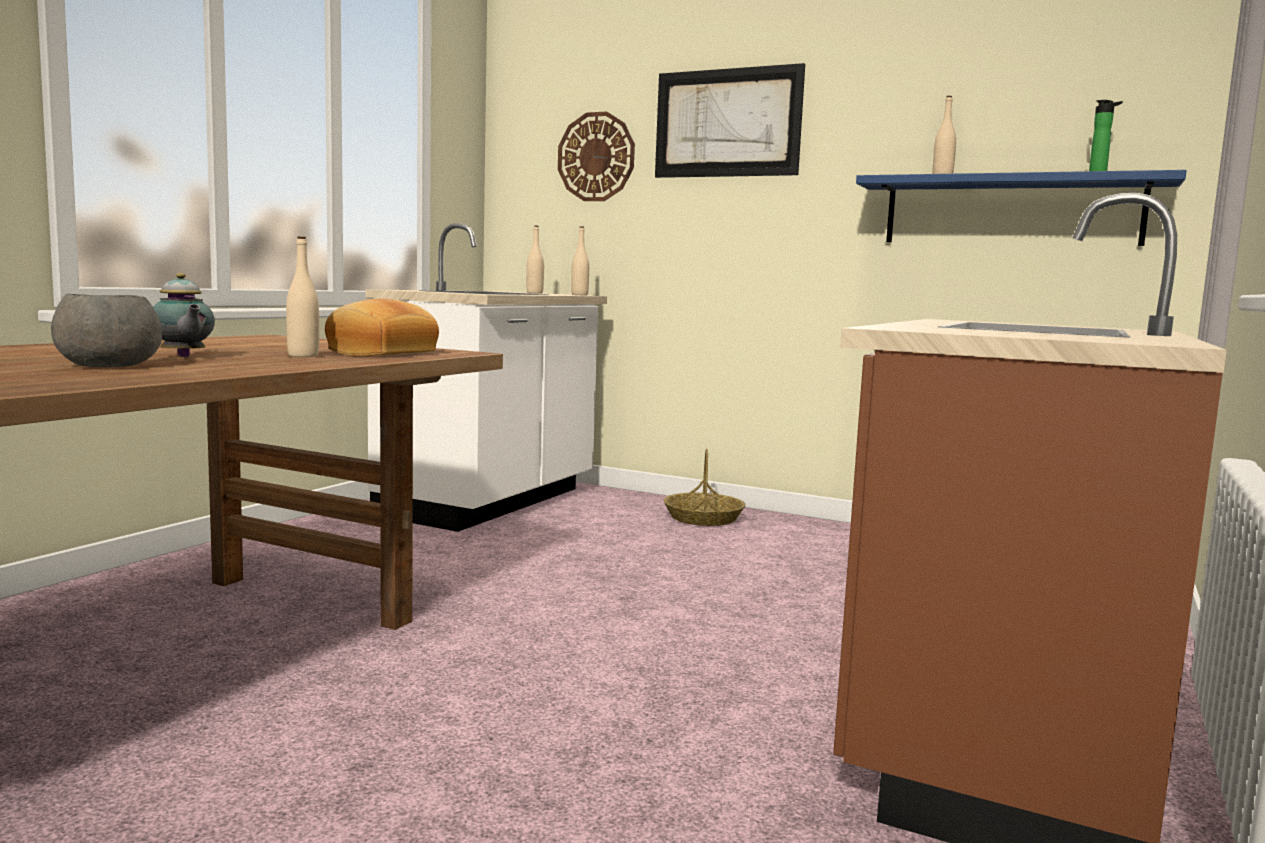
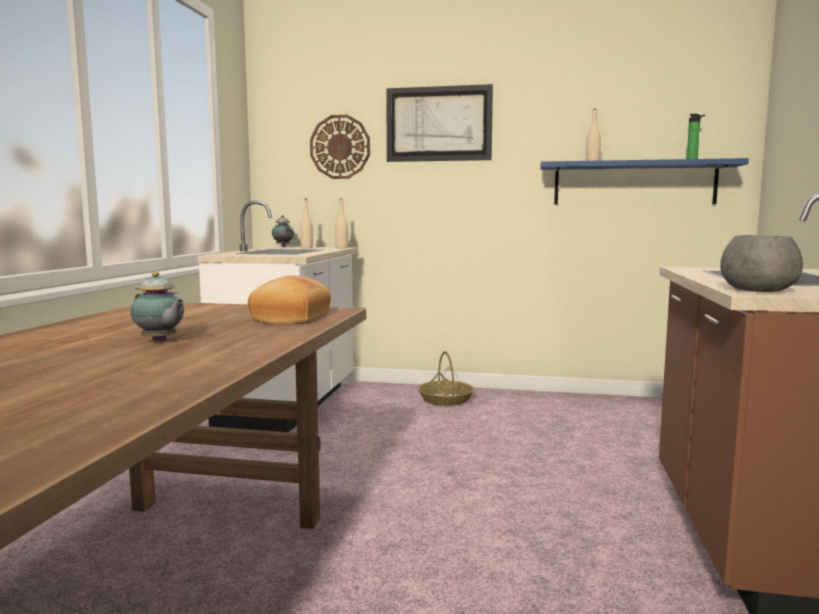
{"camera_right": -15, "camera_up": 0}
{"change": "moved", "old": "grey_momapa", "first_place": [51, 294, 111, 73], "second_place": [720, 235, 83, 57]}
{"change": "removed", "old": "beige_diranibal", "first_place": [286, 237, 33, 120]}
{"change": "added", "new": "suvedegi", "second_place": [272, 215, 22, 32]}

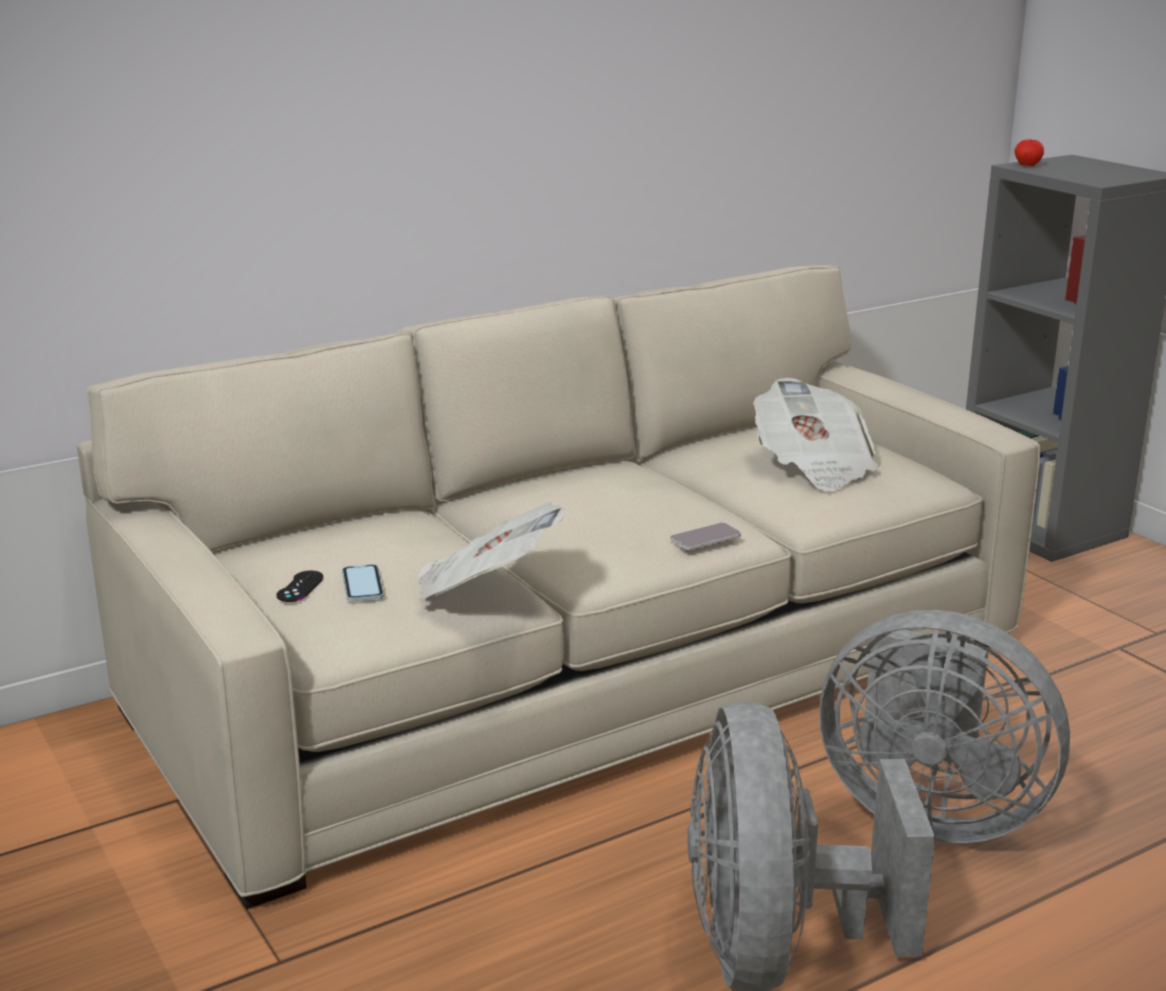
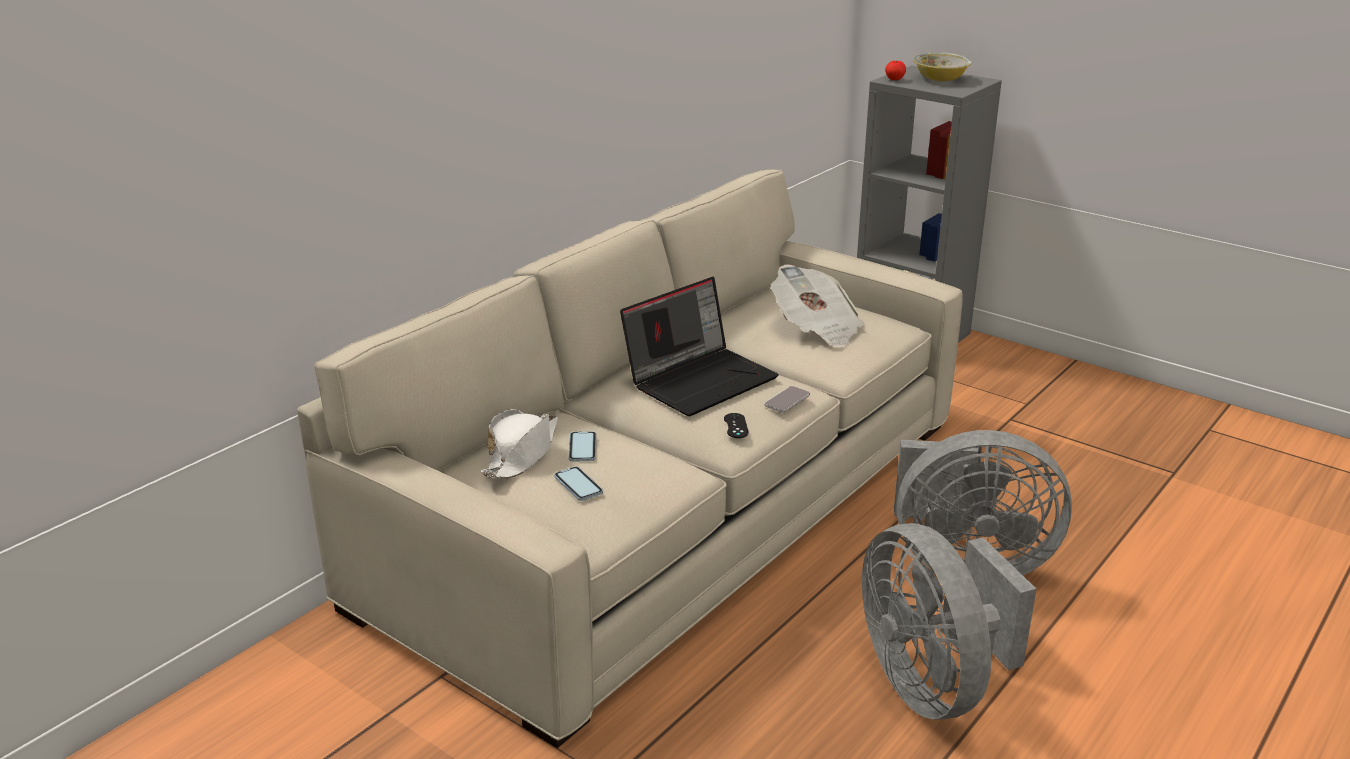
{"camera_right": -20, "camera_up": 5}
{"change": "moved", "old": "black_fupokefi", "first_place": [277, 571, 47, 31], "second_place": [724, 413, 25, 25]}
{"change": "removed", "old": "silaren", "first_place": [418, 502, 147, 99]}
{"change": "added", "new": "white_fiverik", "second_place": [481, 409, 77, 70]}
{"change": "added", "new": "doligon", "second_place": [569, 431, 27, 31]}
{"change": "added", "new": "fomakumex", "second_place": [620, 277, 159, 139]}
{"change": "added", "new": "momapa", "second_place": [913, 52, 59, 29]}

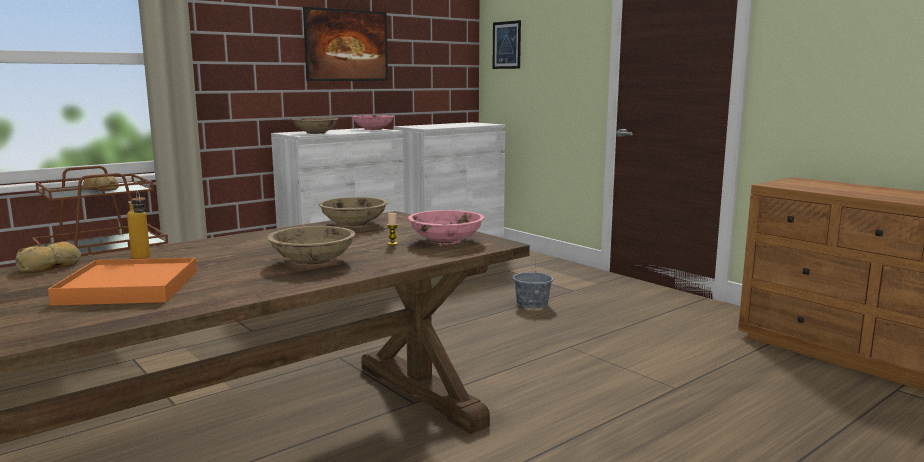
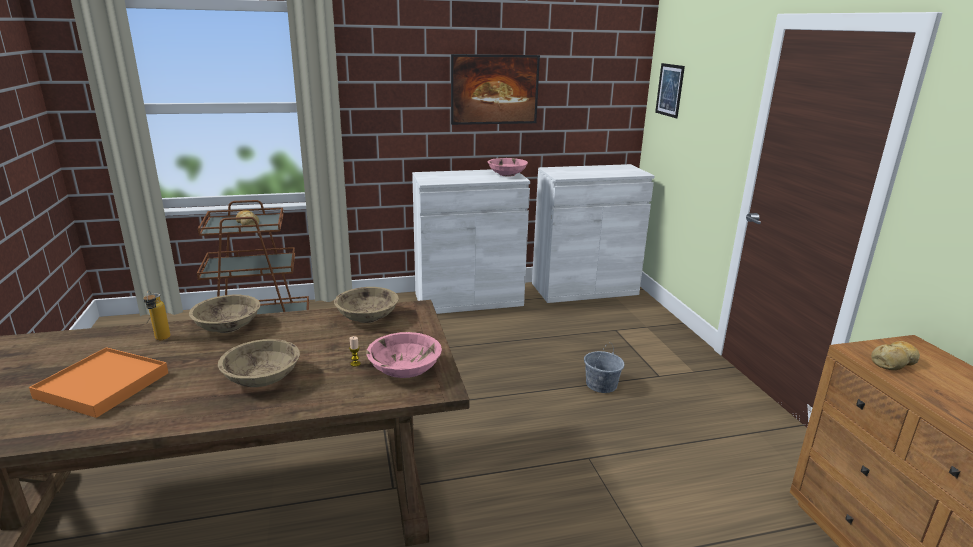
{"camera_right": 25, "camera_up": 10}
{"change": "moved", "old": "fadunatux", "first_place": [15, 242, 66, 31], "second_place": [871, 341, 49, 29]}
{"change": "moved", "old": "beige_momapa", "first_place": [292, 118, 46, 16], "second_place": [189, 295, 71, 38]}

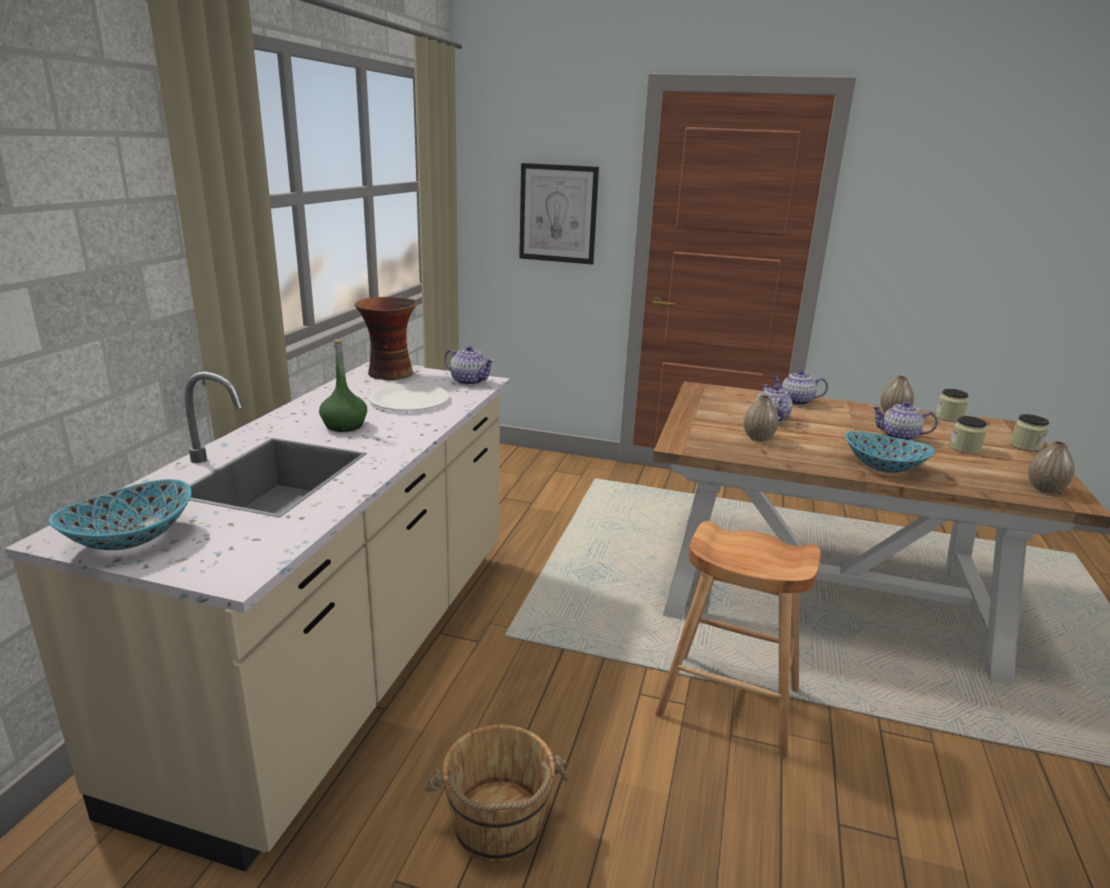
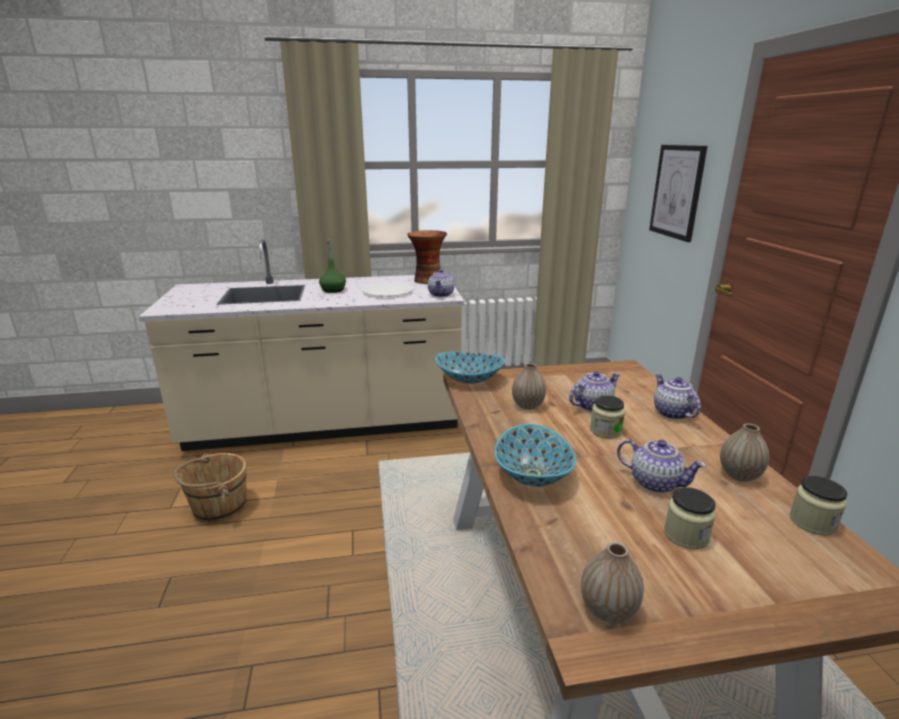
{"camera_right": 65, "camera_up": 0}
{"change": "moved", "old": "momapa", "first_place": [49, 479, 143, 71], "second_place": [435, 352, 70, 32]}
{"change": "removed", "old": "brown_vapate", "first_place": [655, 521, 166, 237]}
{"change": "turned", "old": "suvedegi", "first_place": [871, 401, 67, 39], "second_place": [617, 439, 89, 54], "degrees": 135}
{"change": "moved", "old": "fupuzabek", "first_place": [1010, 414, 39, 37], "second_place": [590, 395, 35, 43]}

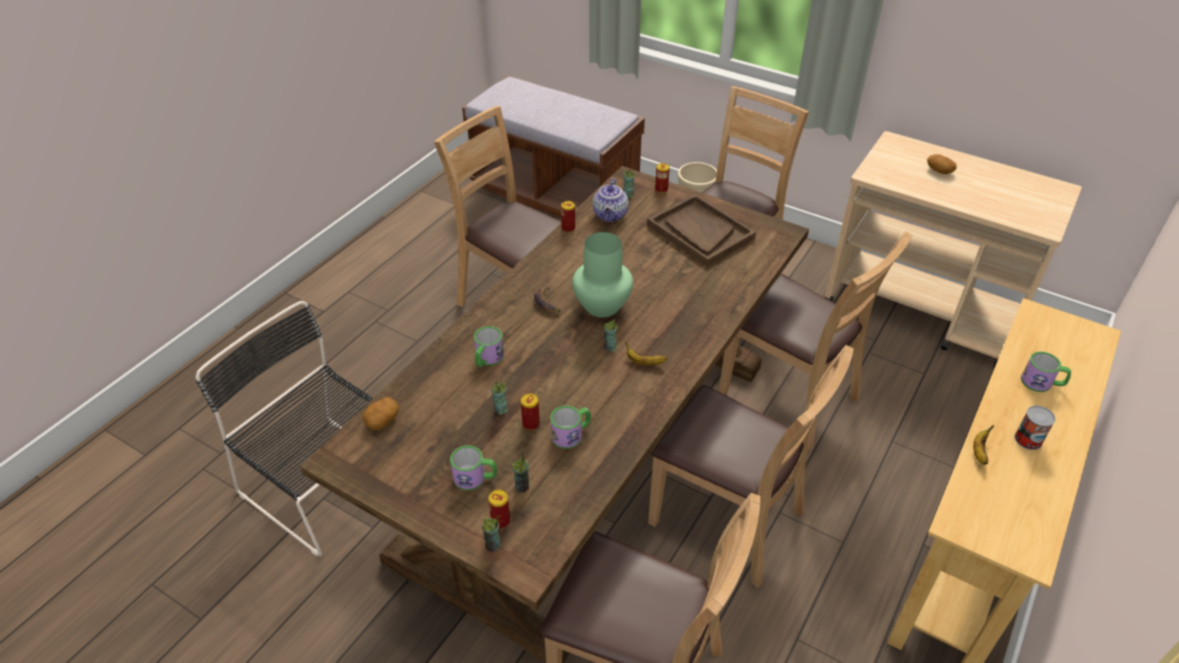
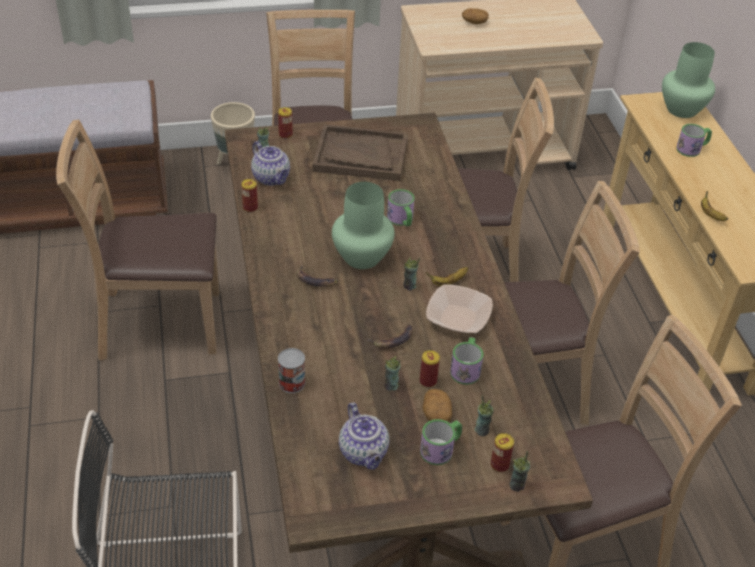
{"camera_right": -45, "camera_up": 0}
{"change": "moved", "old": "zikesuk", "first_place": [363, 397, 36, 33], "second_place": [422, 389, 30, 33]}
{"change": "moved", "old": "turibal", "first_place": [474, 326, 30, 41], "second_place": [387, 189, 28, 38]}
{"change": "moved", "old": "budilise", "first_place": [1014, 406, 42, 44], "second_place": [278, 348, 27, 45]}
{"change": "added", "new": "suvedegi", "second_place": [339, 403, 50, 67]}
{"change": "added", "new": "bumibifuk", "second_place": [367, 324, 46, 24]}
{"change": "added", "new": "momapa", "second_place": [426, 285, 67, 48]}
{"change": "added", "new": "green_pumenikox", "second_place": [662, 42, 53, 76]}

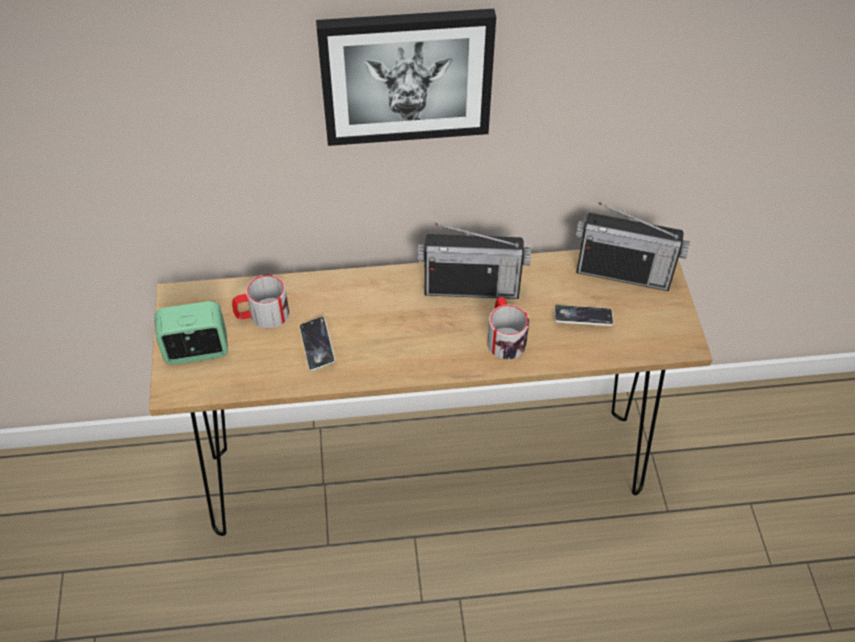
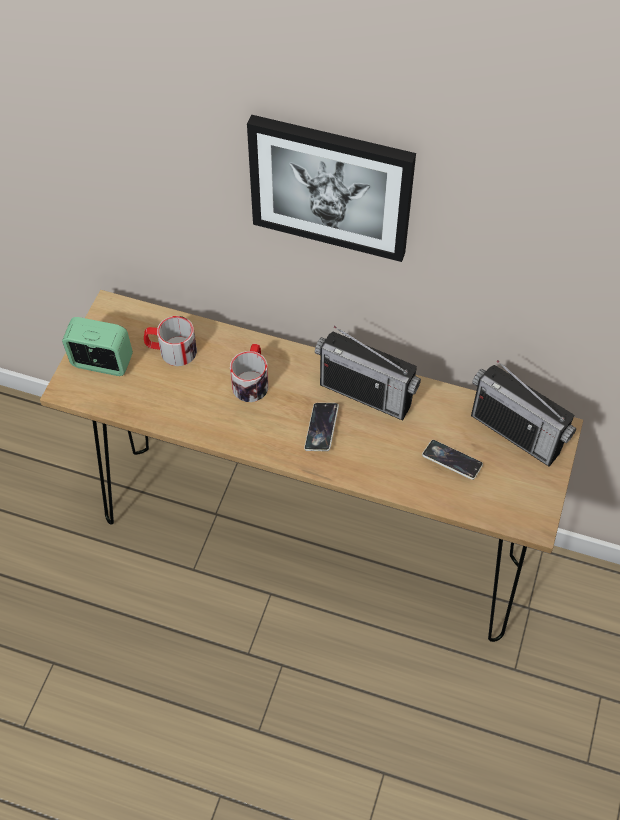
{"camera_right": 25, "camera_up": 5}
{"change": "moved", "old": "doligon", "first_place": [299, 316, 37, 55], "second_place": [304, 403, 35, 48]}
{"change": "moved", "old": "turibal", "first_place": [487, 297, 42, 62], "second_place": [230, 344, 39, 58]}

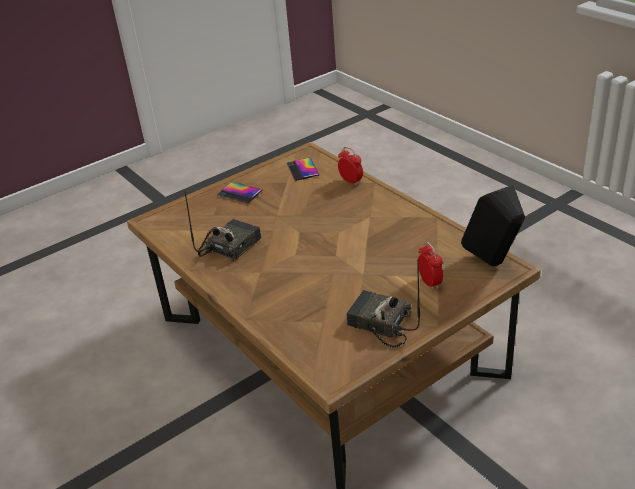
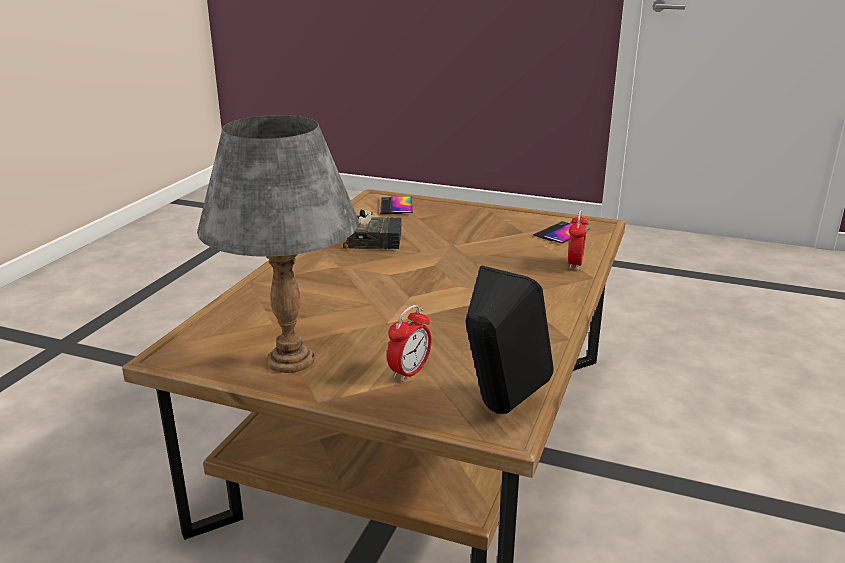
{"camera_right": 55, "camera_up": -10}
{"change": "moved", "old": "doligon", "first_place": [217, 182, 46, 21], "second_place": [380, 196, 33, 18]}
{"change": "replaced", "old": "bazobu", "new": "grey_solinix", "first_place": [347, 260, 73, 88], "second_place": [197, 115, 162, 258]}

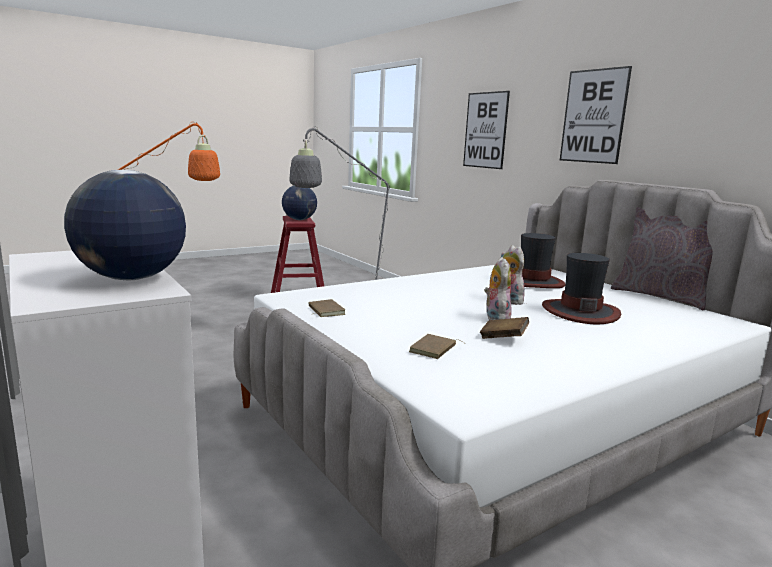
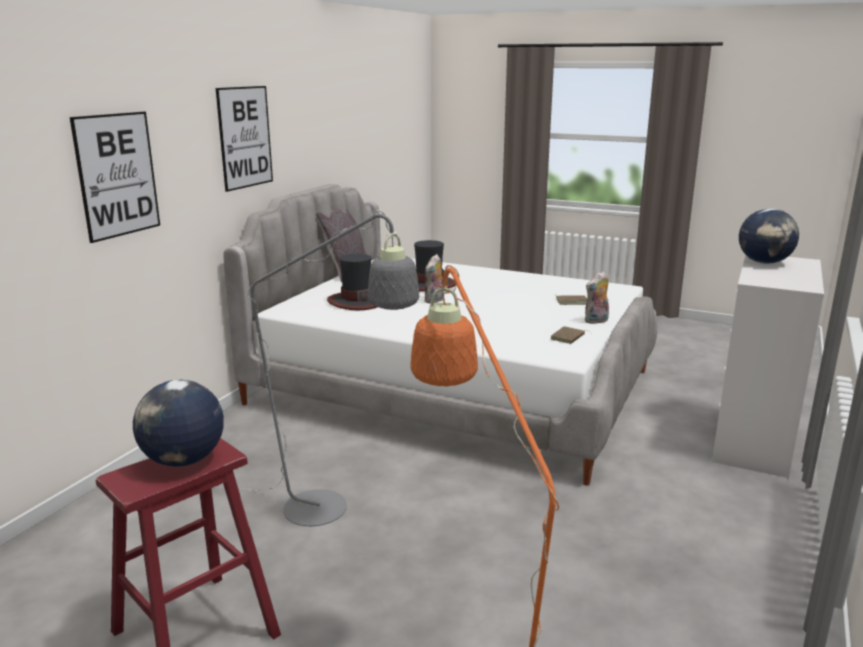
{"camera_right": -120, "camera_up": 5}
{"change": "removed", "old": "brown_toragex", "first_place": [480, 317, 49, 22]}
{"change": "moved", "old": "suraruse", "first_place": [484, 257, 28, 63], "second_place": [585, 271, 24, 53]}

